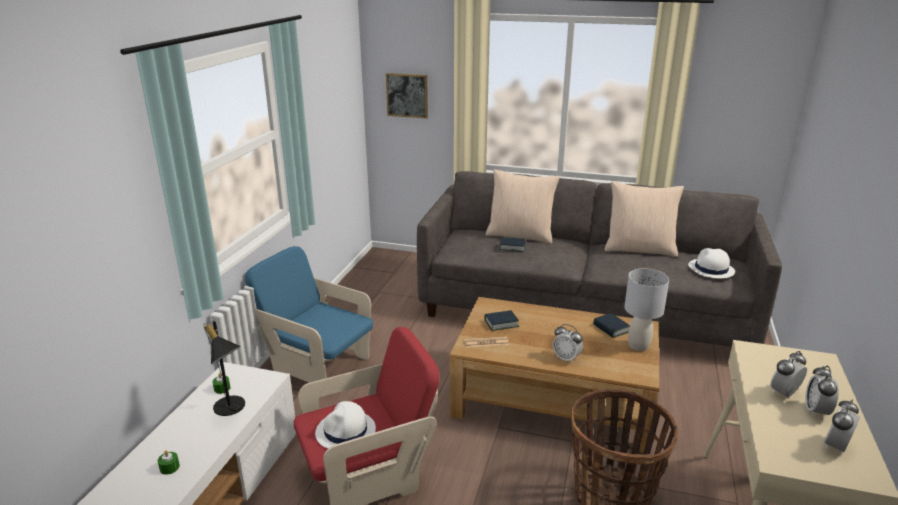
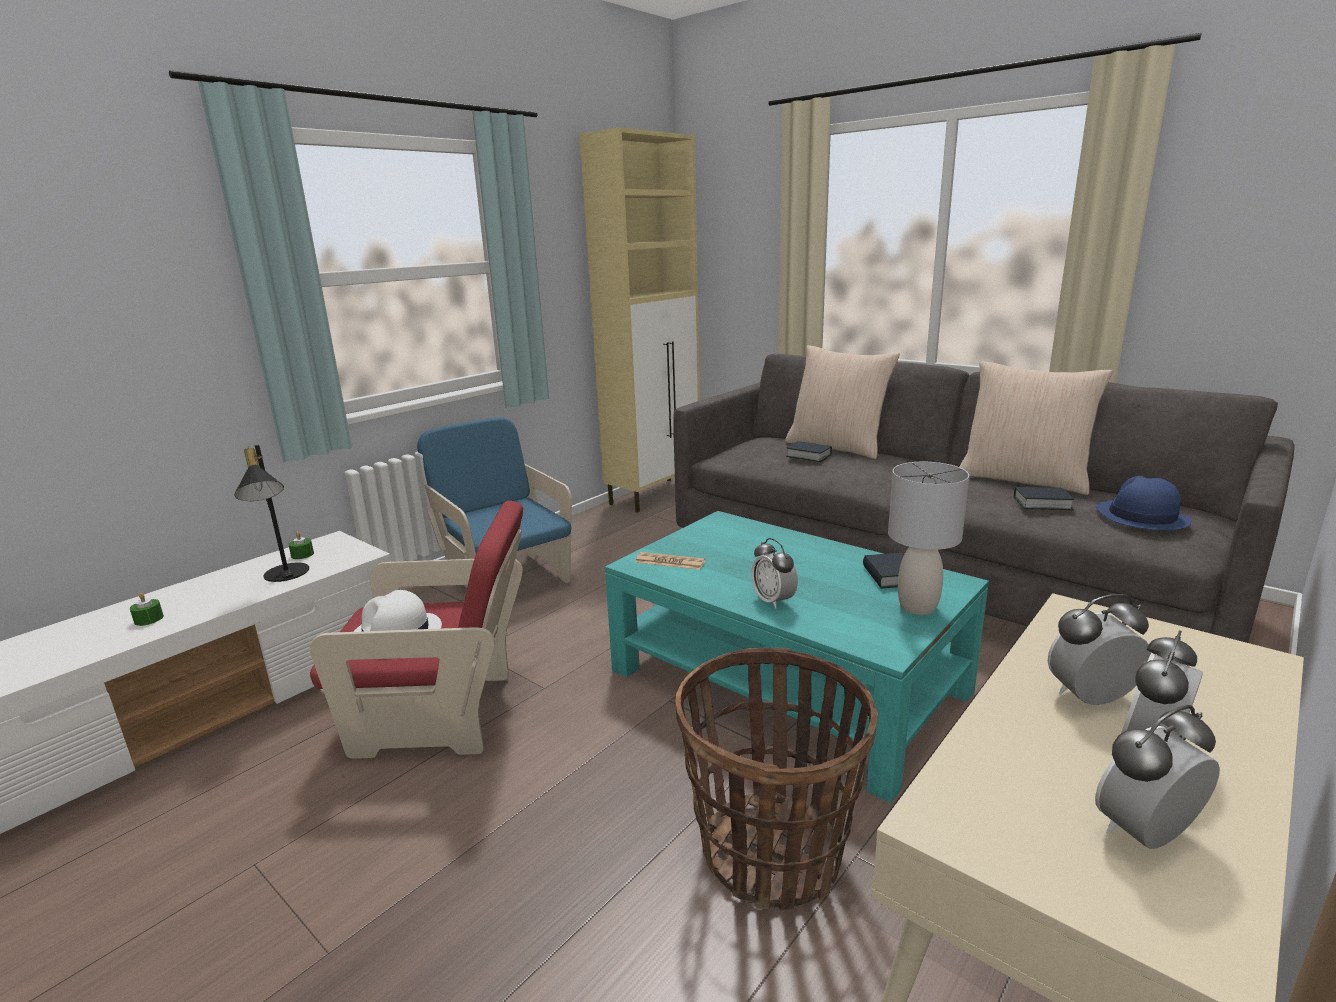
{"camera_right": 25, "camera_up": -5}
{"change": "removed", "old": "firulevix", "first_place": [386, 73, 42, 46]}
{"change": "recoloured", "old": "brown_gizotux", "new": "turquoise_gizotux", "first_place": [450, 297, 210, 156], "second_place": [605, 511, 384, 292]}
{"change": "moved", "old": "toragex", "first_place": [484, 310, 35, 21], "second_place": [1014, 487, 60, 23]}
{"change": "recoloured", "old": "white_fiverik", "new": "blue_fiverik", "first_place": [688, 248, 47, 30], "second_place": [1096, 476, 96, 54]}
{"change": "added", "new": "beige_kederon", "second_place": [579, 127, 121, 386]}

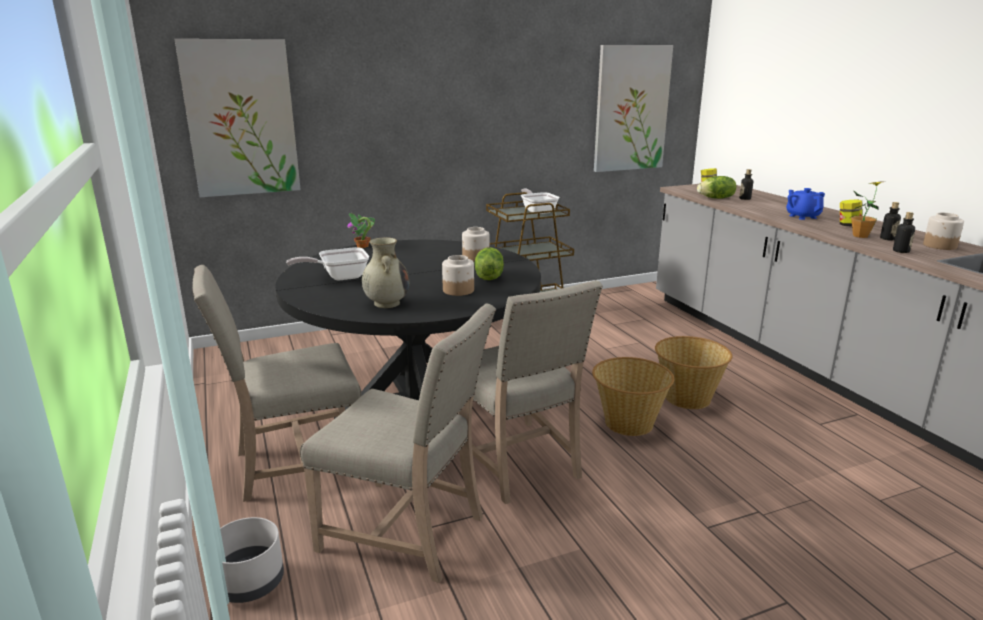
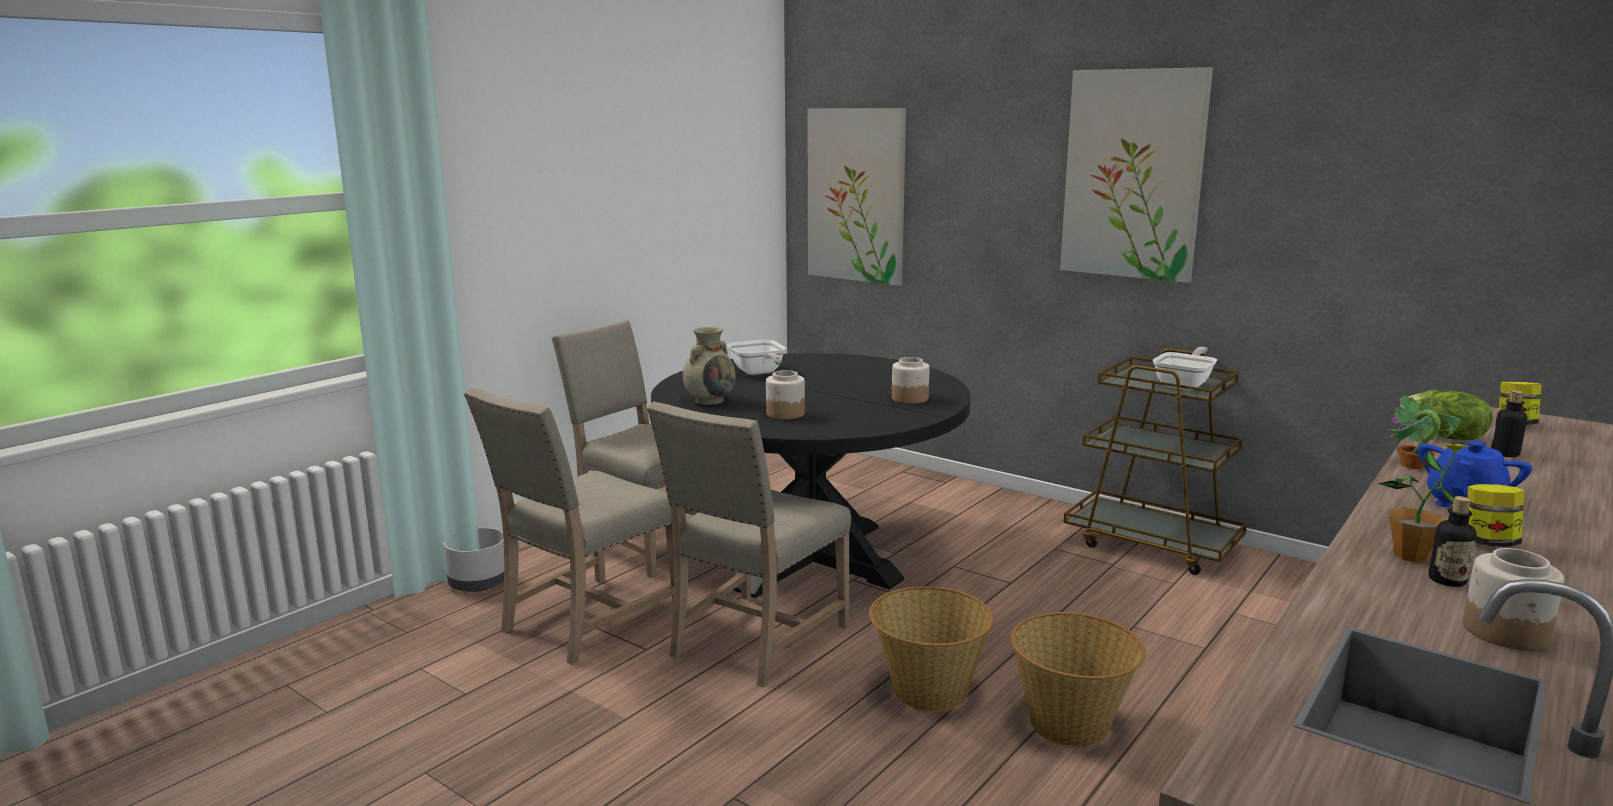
{"camera_right": 60, "camera_up": -5}
{"change": "turned", "old": "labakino", "first_place": [286, 247, 83, 34], "second_place": [727, 340, 59, 35], "degrees": -150}
{"change": "turned", "old": "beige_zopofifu", "first_place": [300, 304, 196, 279], "second_place": [464, 387, 210, 278], "degrees": 45}
{"change": "moved", "old": "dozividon", "first_place": [347, 213, 28, 35], "second_place": [1386, 395, 74, 75]}
{"change": "removed", "old": "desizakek", "first_place": [475, 247, 29, 33]}
{"change": "moved", "old": "firulevix", "first_place": [594, 45, 79, 127], "second_place": [1060, 67, 153, 216]}
{"change": "removed", "old": "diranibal", "first_place": [893, 212, 22, 41]}

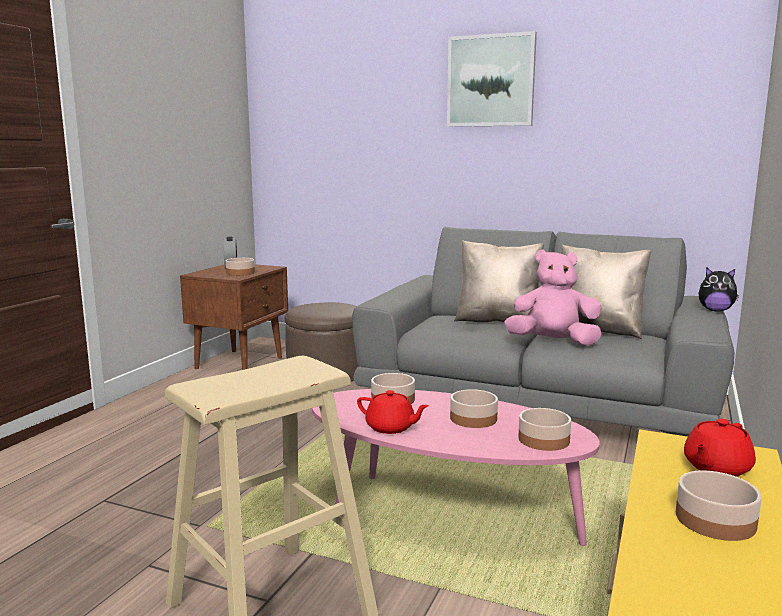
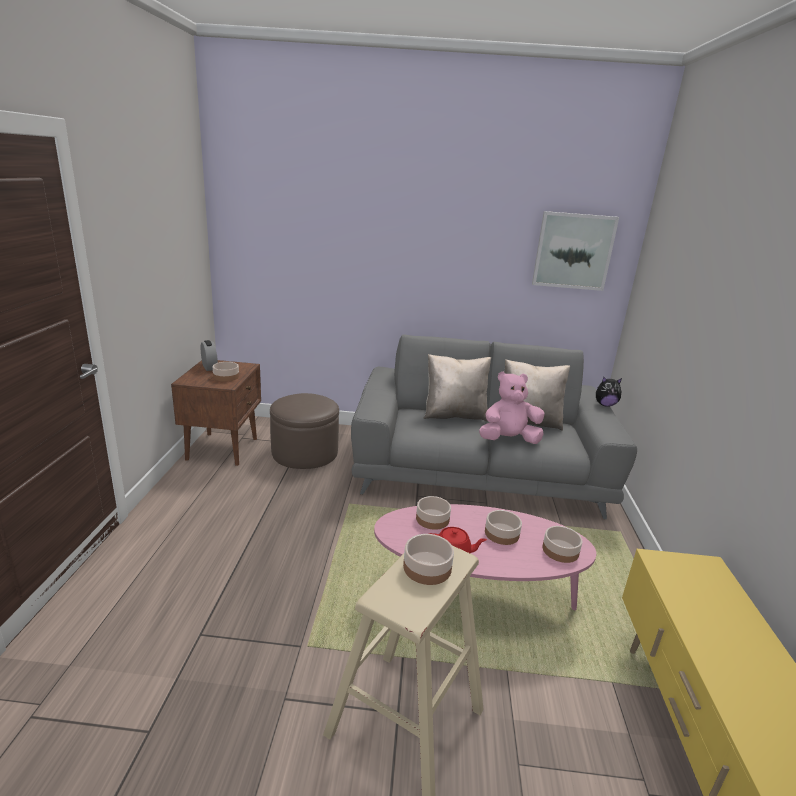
{"camera_right": -20, "camera_up": 10}
{"change": "moved", "old": "firulevix", "first_place": [447, 31, 90, 96], "second_place": [532, 211, 87, 80]}
{"change": "moved", "old": "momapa", "first_place": [676, 470, 86, 71], "second_place": [403, 534, 51, 51]}
{"change": "removed", "old": "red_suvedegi", "first_place": [684, 419, 72, 58]}

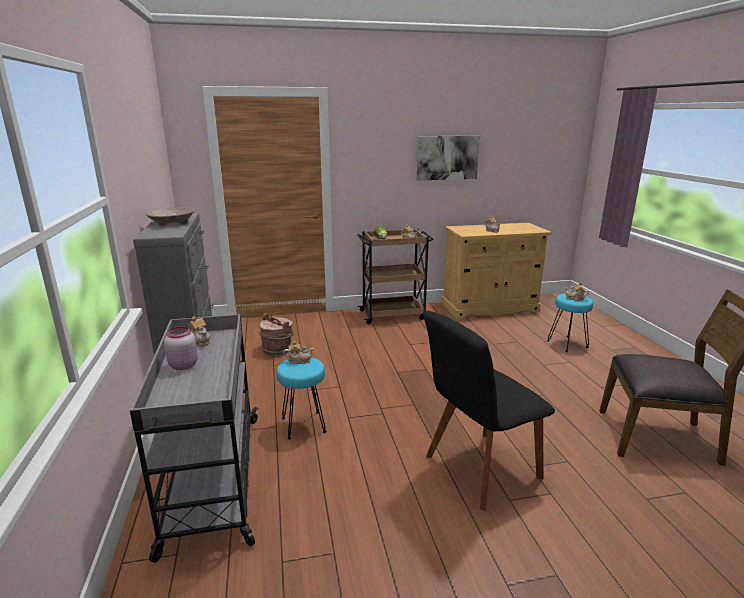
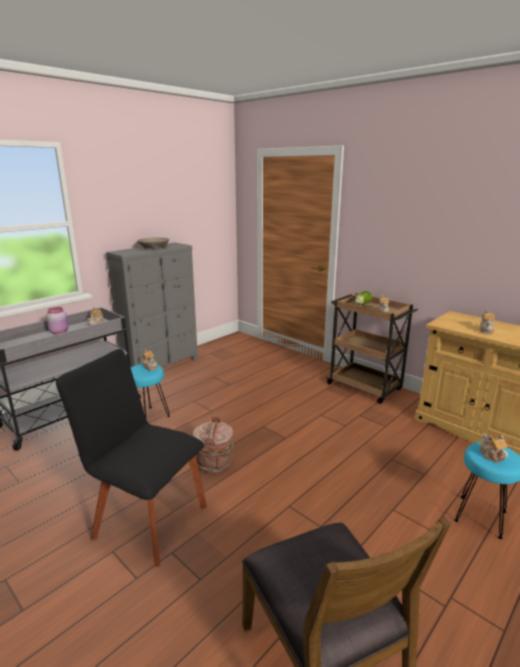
{"camera_right": 55, "camera_up": 0}
{"change": "moved", "old": "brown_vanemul", "first_place": [259, 314, 34, 41], "second_place": [192, 415, 42, 58]}
{"change": "removed", "old": "firulevix", "first_place": [417, 136, 63, 44]}

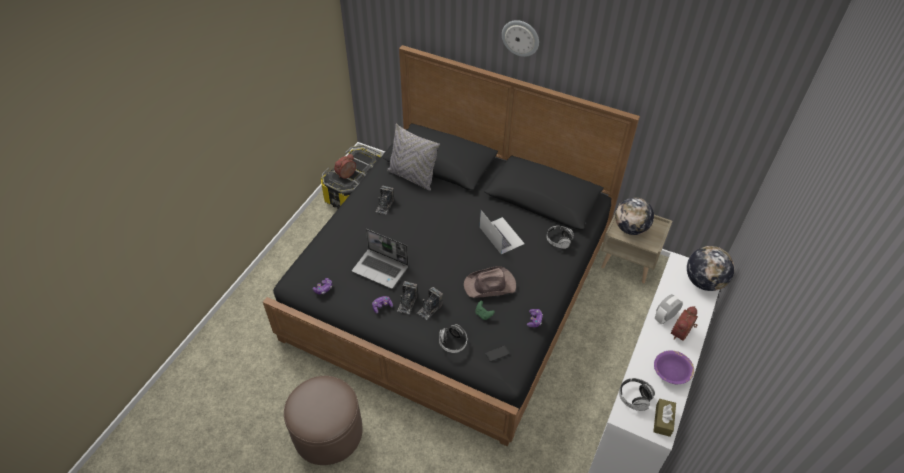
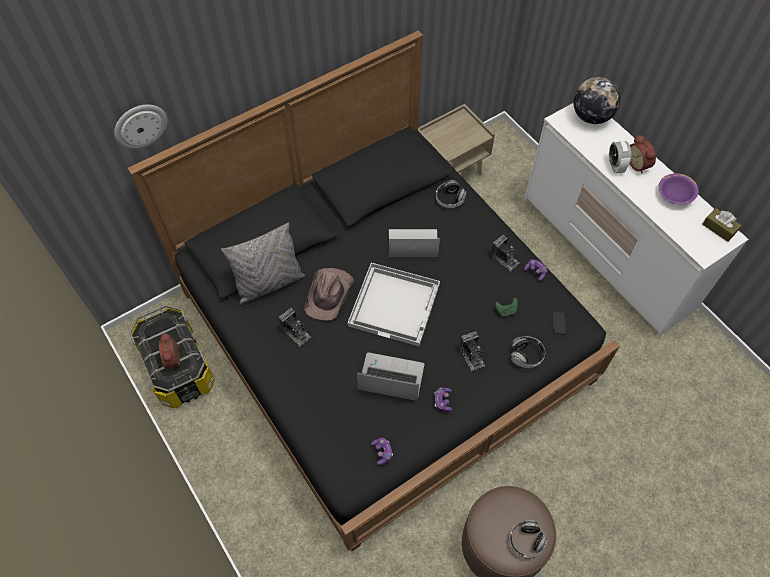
{"camera_right": -60, "camera_up": 10}
{"change": "turned", "old": "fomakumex", "first_place": [352, 229, 57, 60], "second_place": [356, 352, 68, 49], "degrees": -135}
{"change": "moved", "old": "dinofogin", "first_place": [397, 281, 20, 33], "second_place": [491, 235, 29, 36]}
{"change": "moved", "old": "brown_fiverik", "first_place": [464, 266, 52, 32], "second_place": [304, 268, 50, 52]}
{"change": "moved", "old": "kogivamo", "first_place": [502, 20, 37, 37], "second_place": [114, 105, 53, 44]}
{"change": "removed", "old": "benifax", "first_place": [615, 197, 39, 38]}
{"change": "moved", "old": "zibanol", "first_place": [619, 378, 36, 33], "second_place": [509, 520, 39, 39]}
{"change": "added", "new": "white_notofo", "second_place": [348, 263, 92, 83]}

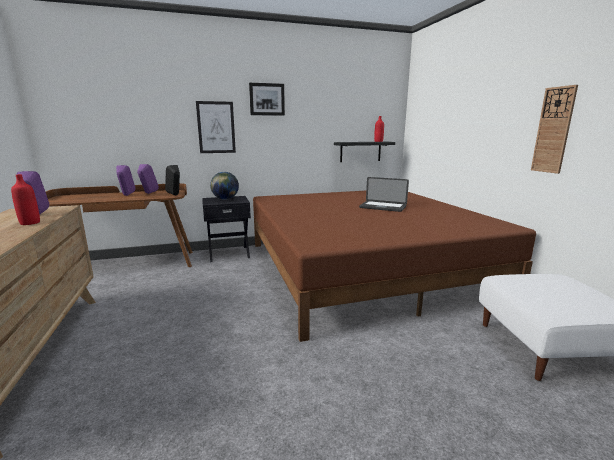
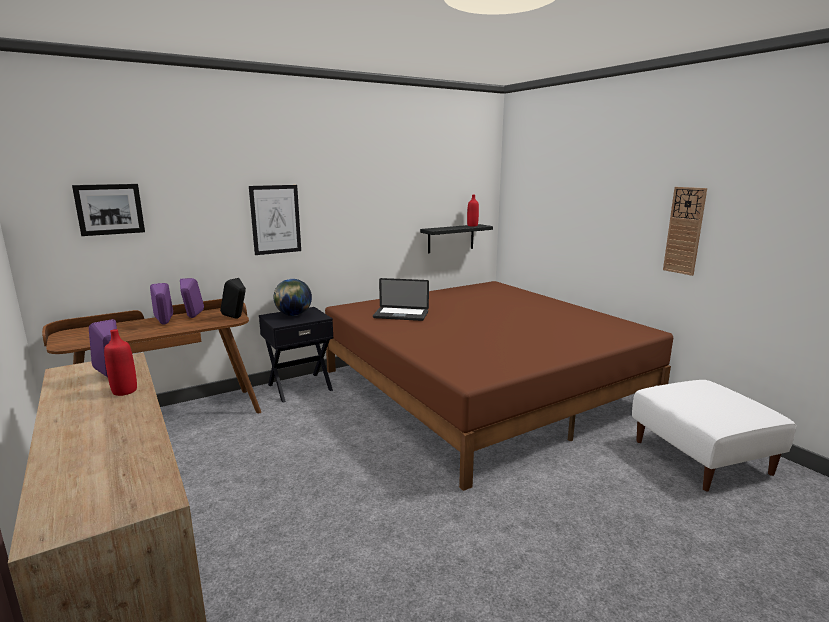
{"camera_right": -15, "camera_up": 0}
{"change": "moved", "old": "firulevix", "first_place": [249, 83, 36, 33], "second_place": [72, 184, 73, 52]}
{"change": "moved", "old": "fomakumex", "first_place": [359, 177, 50, 35], "second_place": [373, 278, 56, 43]}

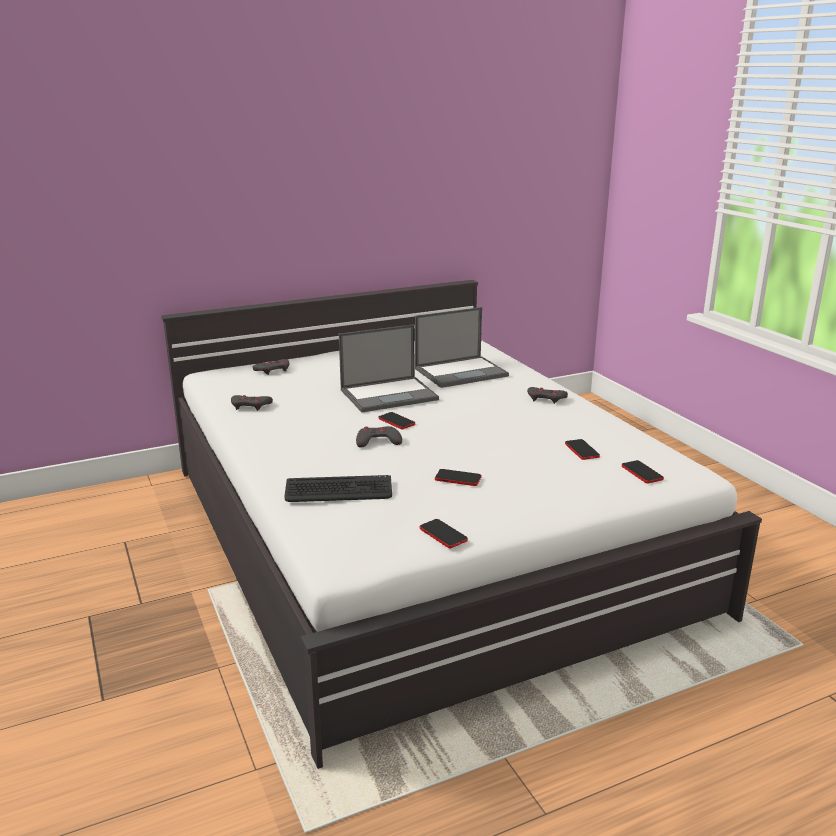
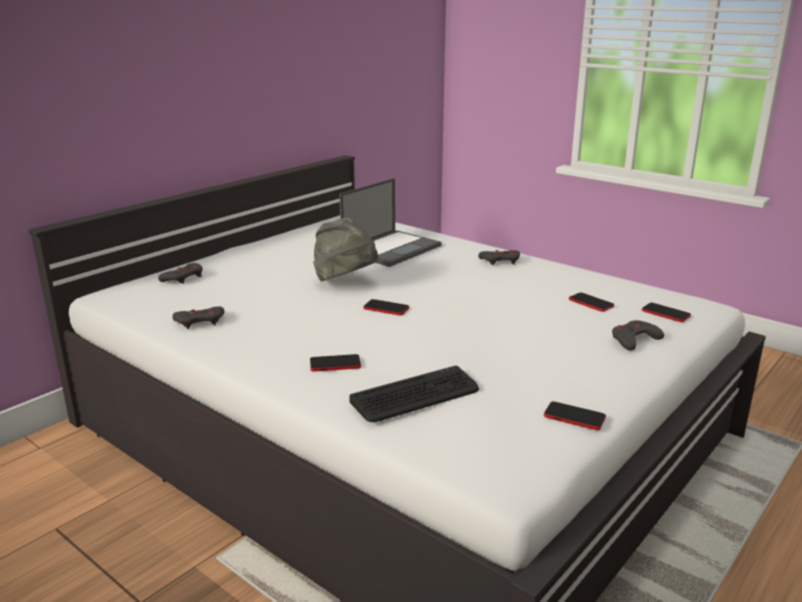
{"camera_right": -25, "camera_up": 0}
{"change": "replaced", "old": "fomakumex", "new": "grey_fiverik", "first_place": [339, 324, 100, 88], "second_place": [313, 217, 65, 64]}
{"change": "moved", "old": "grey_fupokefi", "first_place": [356, 426, 46, 21], "second_place": [612, 320, 52, 31]}
{"change": "moved", "old": "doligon", "first_place": [435, 469, 46, 17], "second_place": [310, 354, 51, 17]}

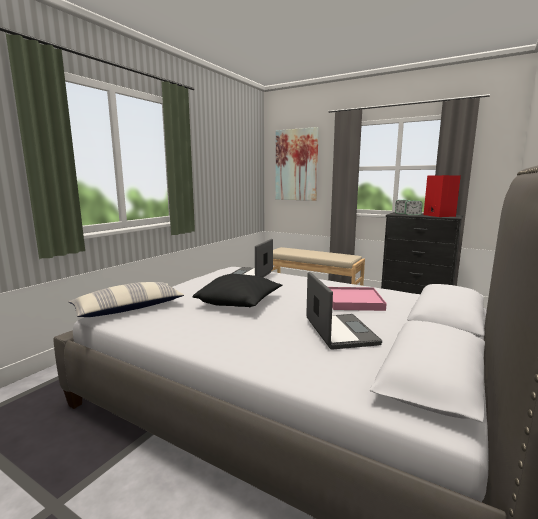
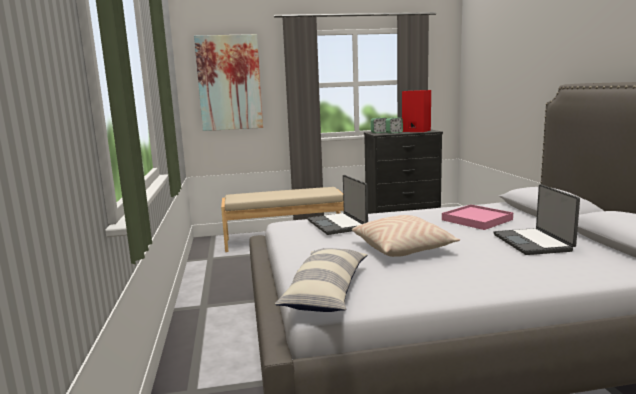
{"camera_right": -40, "camera_up": 0}
{"change": "recoloured", "old": "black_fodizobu", "new": "beige_fodizobu", "first_place": [193, 274, 89, 34], "second_place": [352, 215, 108, 42]}
{"change": "turned", "old": "fomakumex", "first_place": [306, 272, 76, 78], "second_place": [494, 184, 86, 71], "degrees": -135}

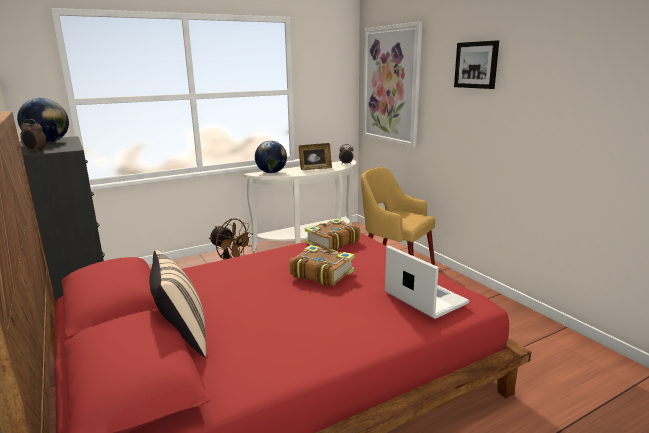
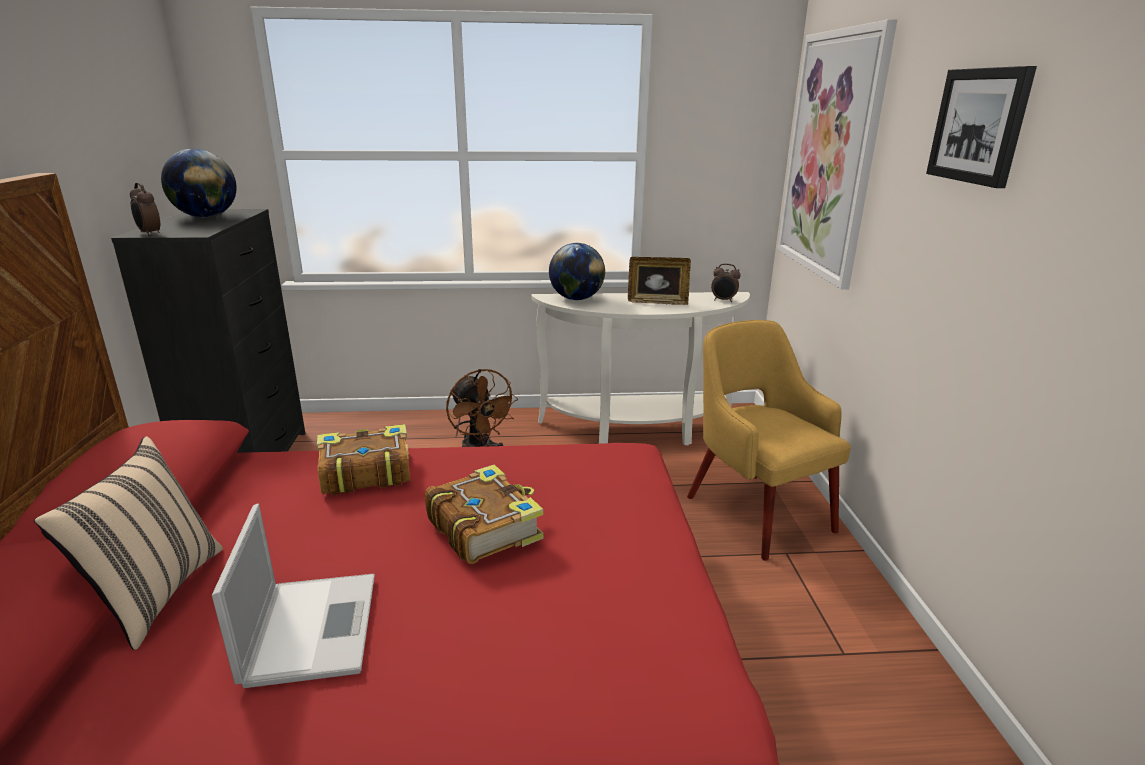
{"camera_right": 25, "camera_up": 5}
{"change": "moved", "old": "toragex", "first_place": [305, 218, 55, 32], "second_place": [317, 424, 93, 71]}
{"change": "moved", "old": "fomakumex", "first_place": [385, 245, 85, 74], "second_place": [212, 504, 163, 184]}

